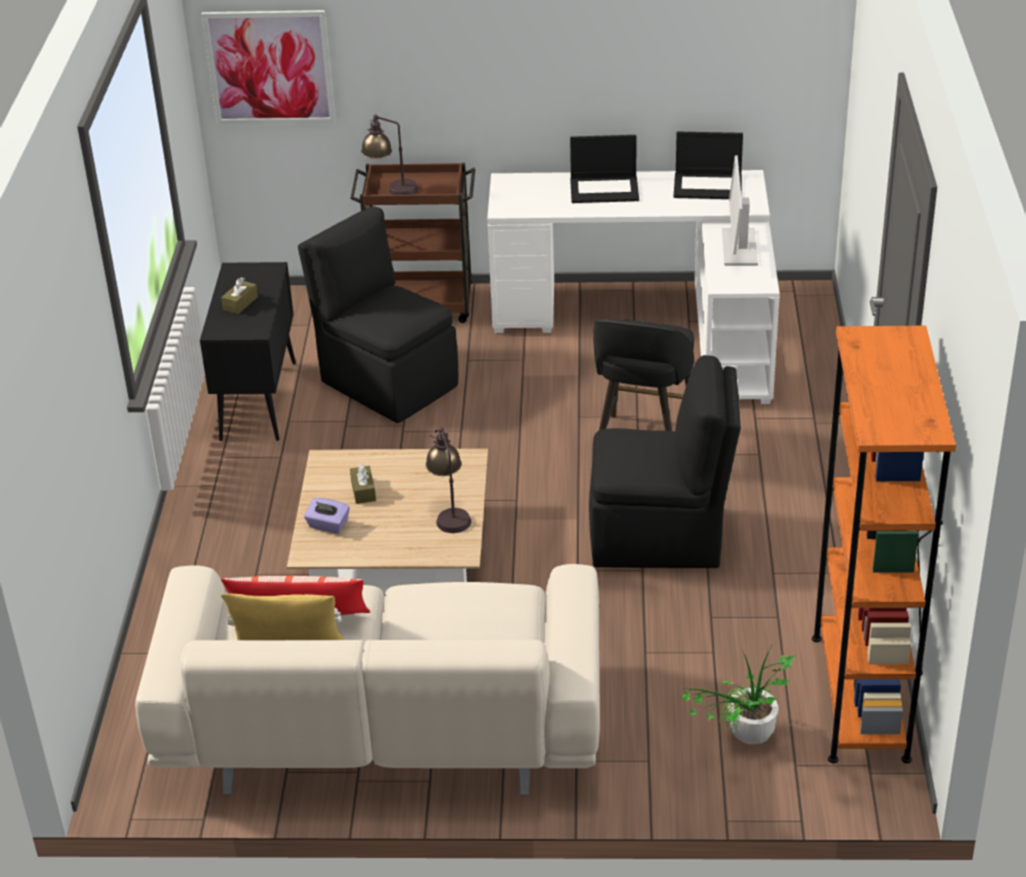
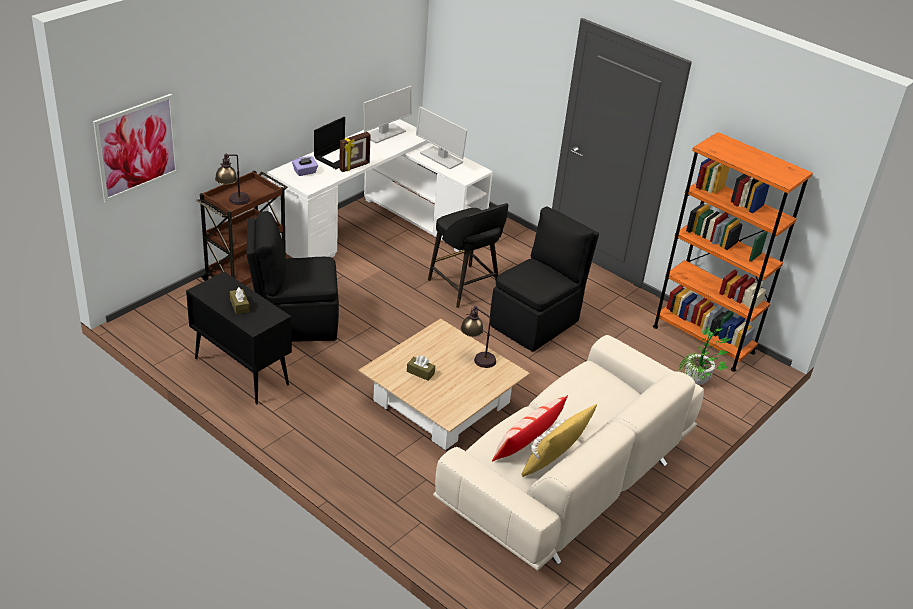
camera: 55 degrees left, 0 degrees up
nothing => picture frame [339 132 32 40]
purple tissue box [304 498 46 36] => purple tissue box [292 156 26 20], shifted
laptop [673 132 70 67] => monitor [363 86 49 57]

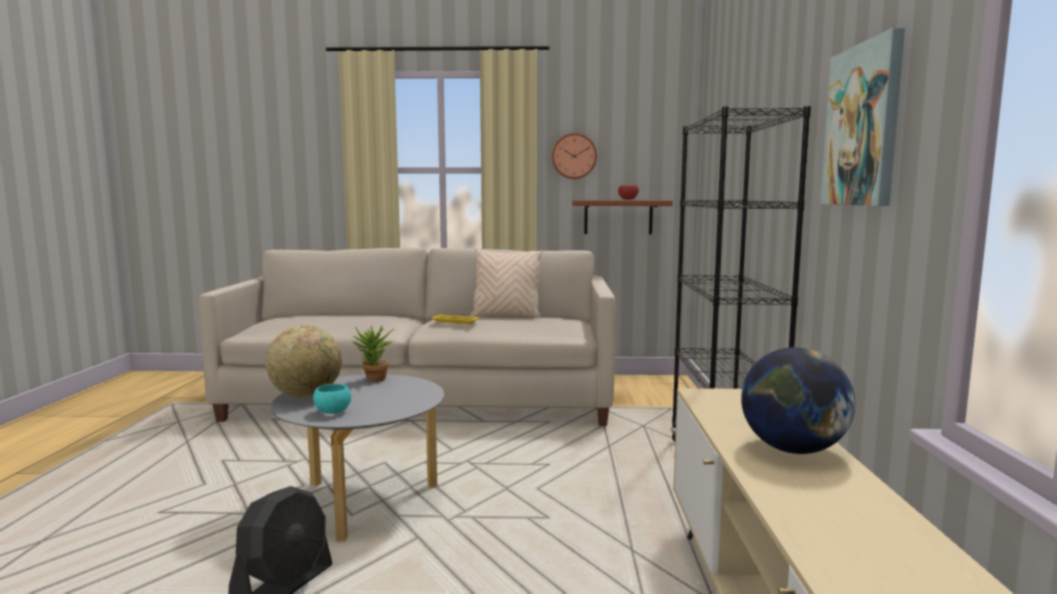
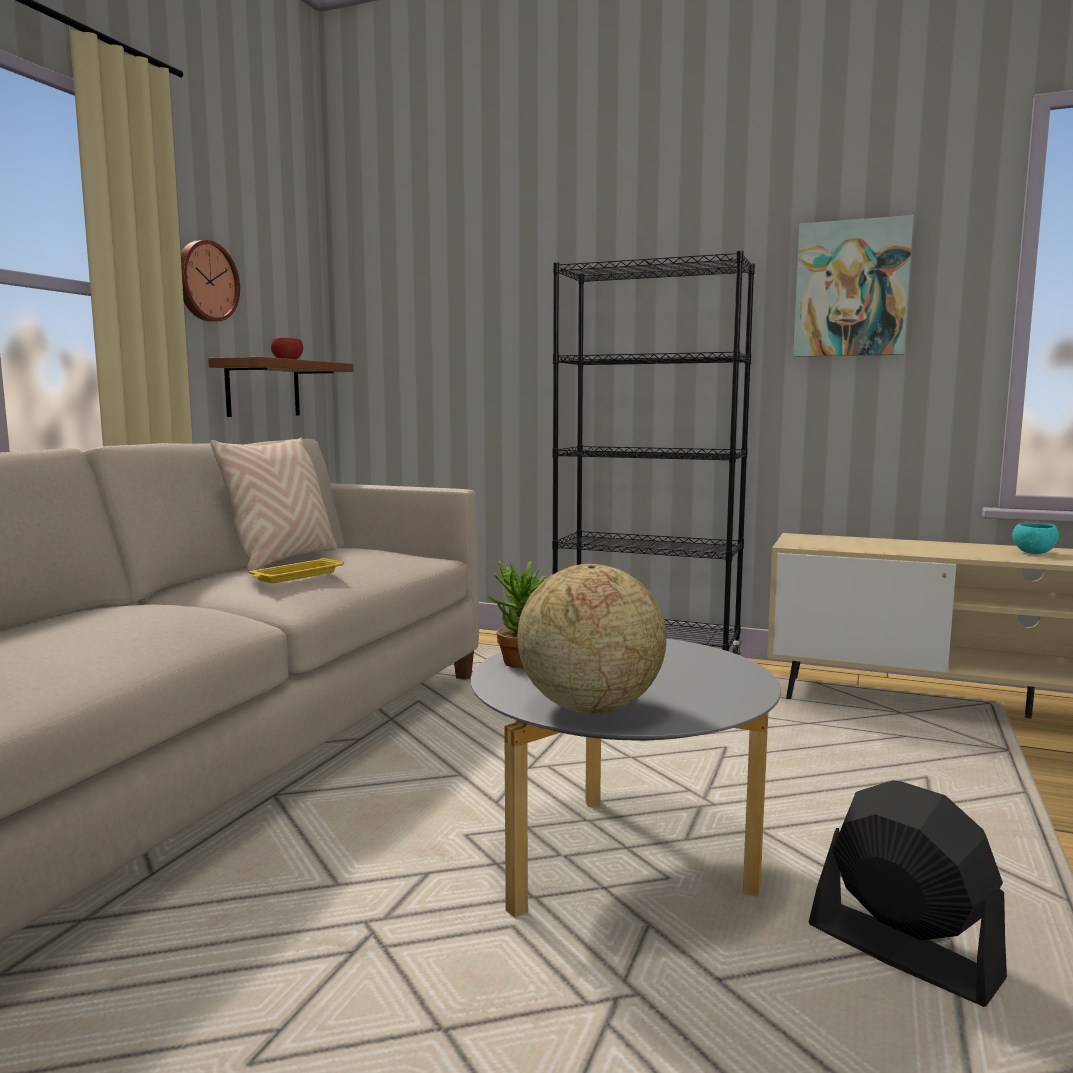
camera: 70 degrees left, 0 degrees up
globe [741 347 114 107] => nothing
turquoise bowl [313 384 38 30] => turquoise bowl [1012 523 47 31], shifted

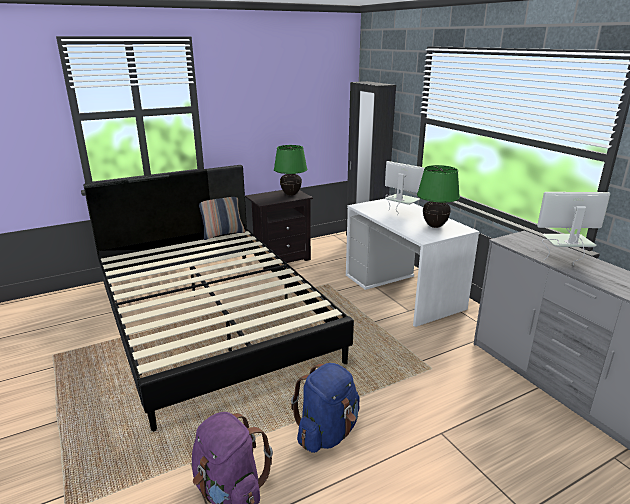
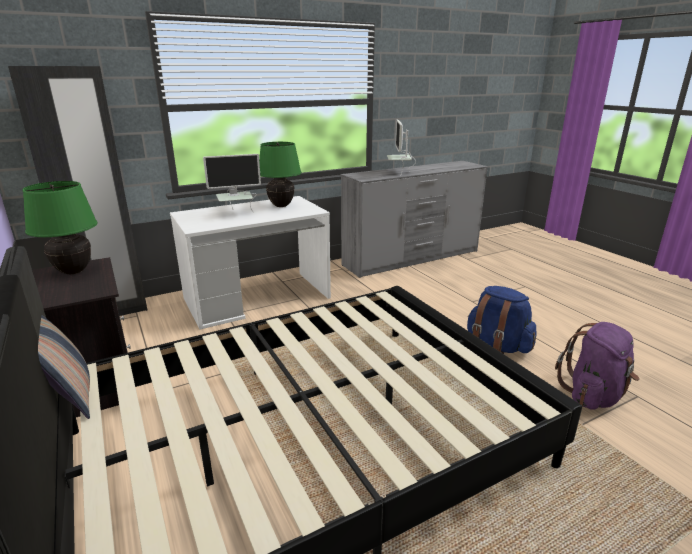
camera: 90 degrees left, 0 degrees up
monitor [385 161 39 54] => monitor [203 154 58 59], 150 degrees counterclockwise

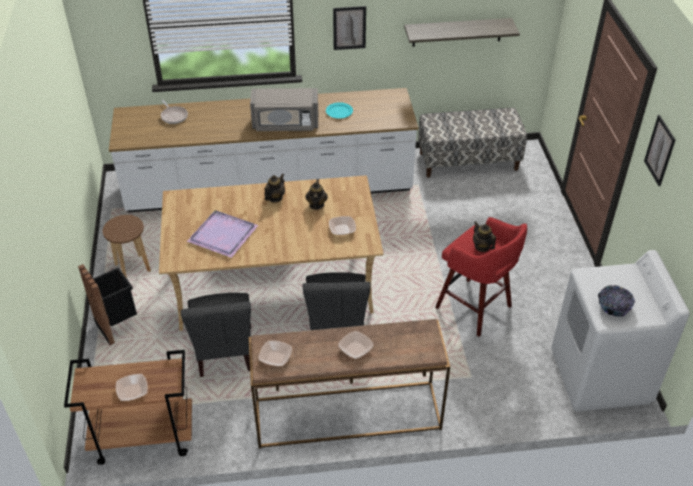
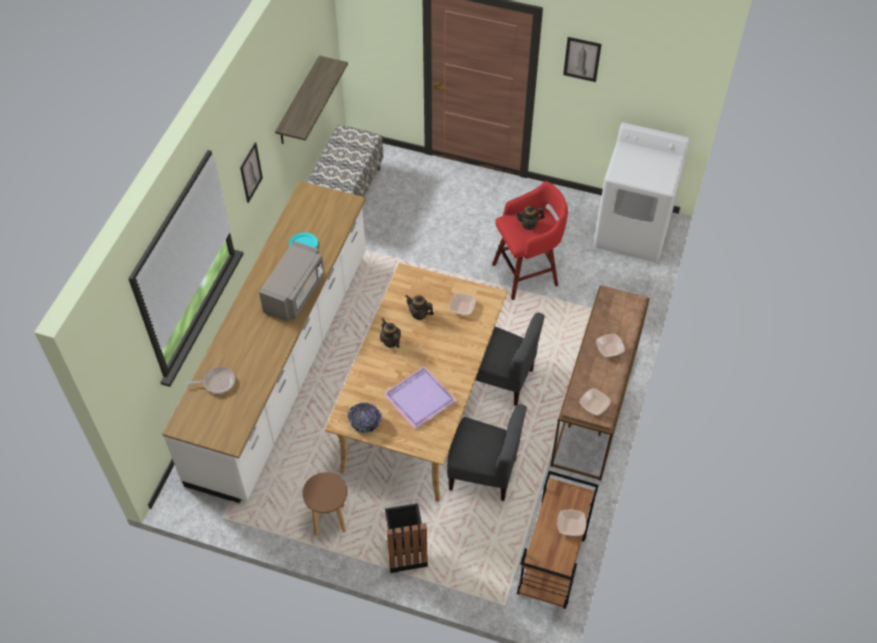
camera: 65 degrees left, 10 degrees up
bowl [598 285 37 32] => bowl [347 403 35 30], shifted

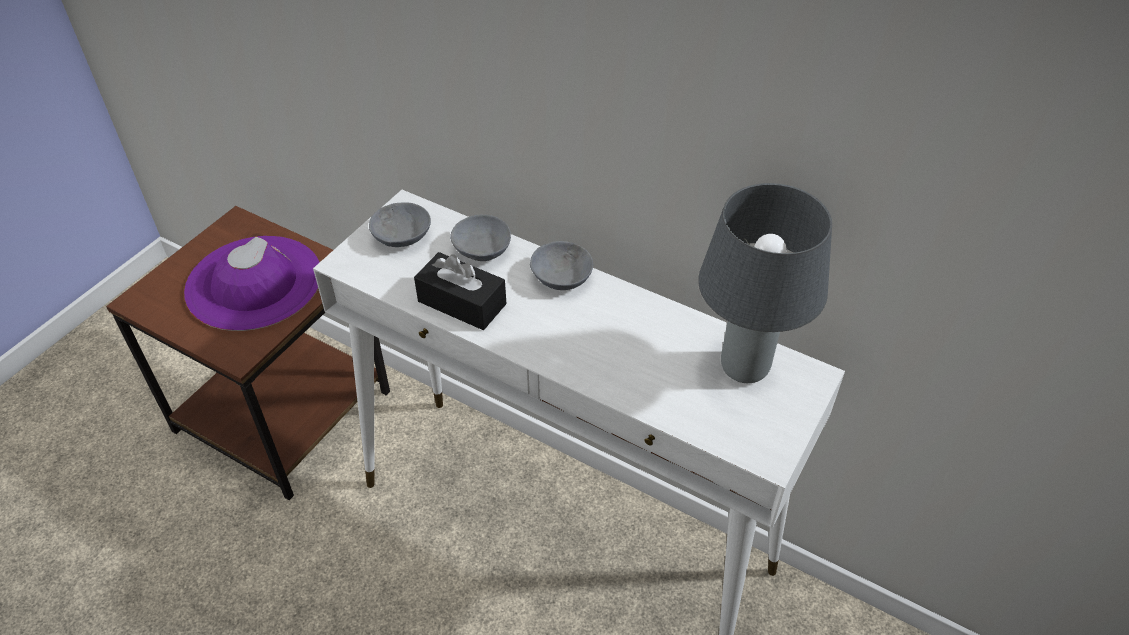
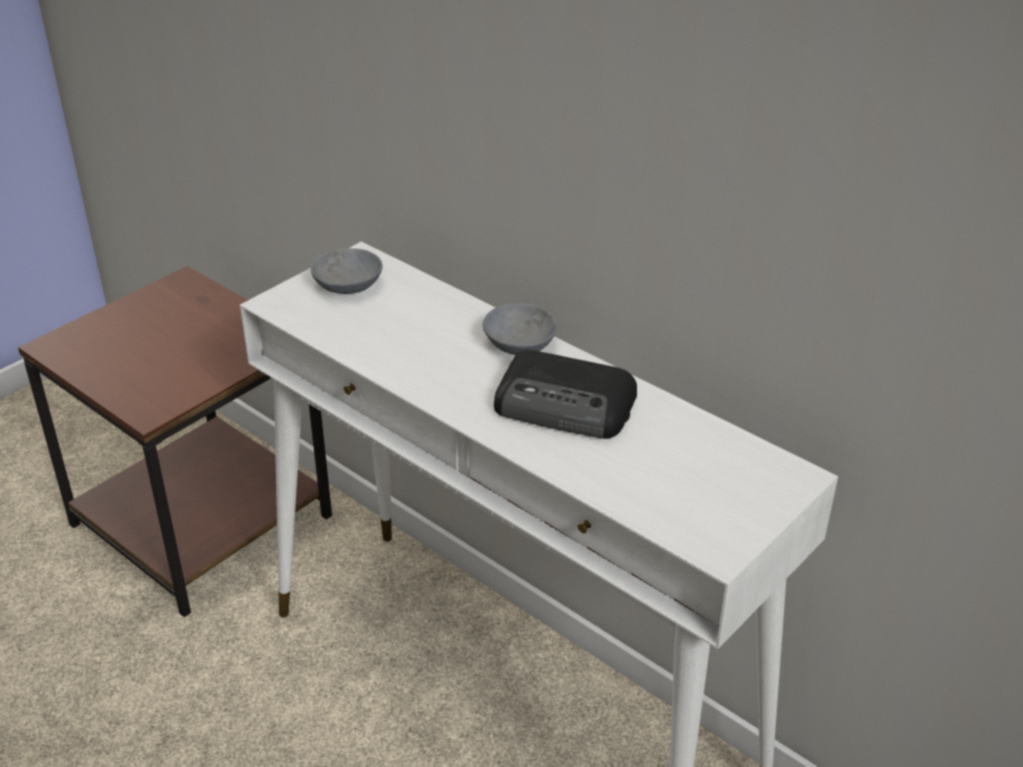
camera: 10 degrees right, 10 degrees down
purple hat [184 236 136 95] => nothing
black tissue box [414 252 92 78] => nothing
grey bowl [450 215 61 46] => nothing
grey table lamp [698 183 134 200] => nothing
nothing => radio [494 350 143 89]

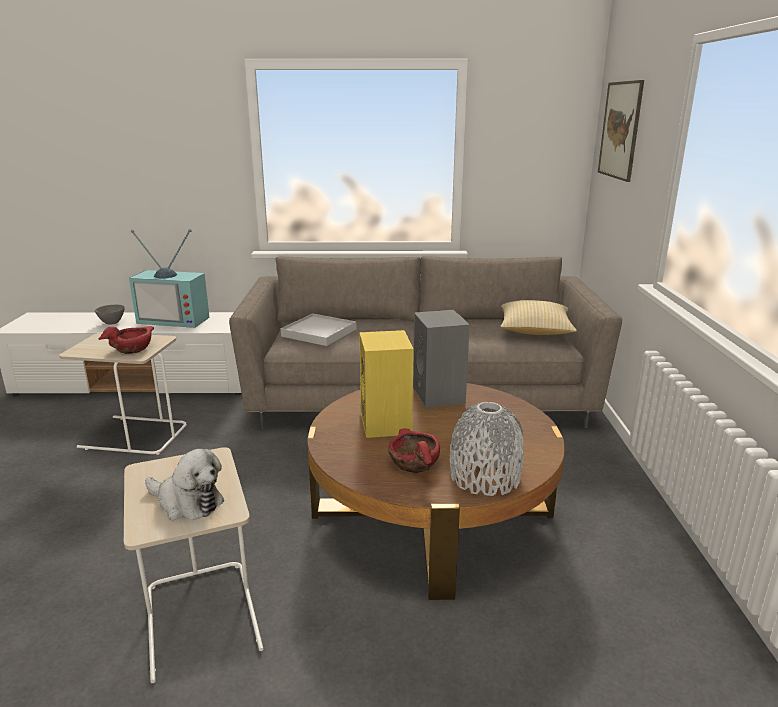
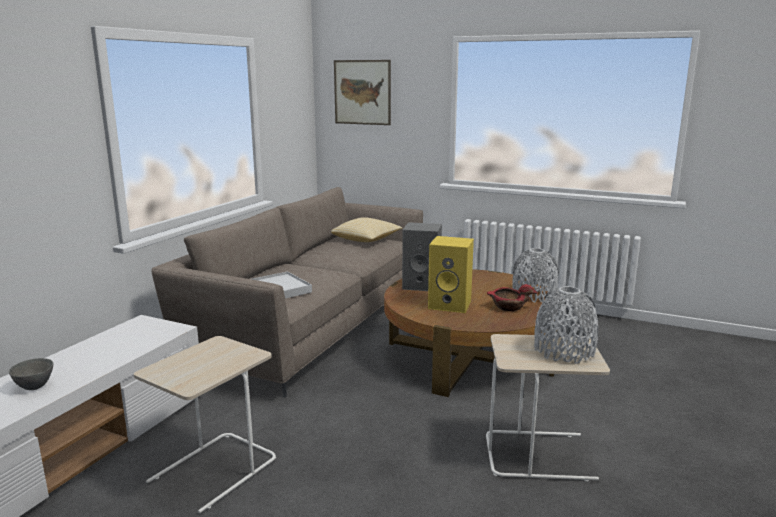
camera: 65 degrees left, 5 degrees down
red bowl [98 326 56 28] => nothing
television [129 229 81 99] => nothing
plush toy [145 449 79 71] => grey vase [534 286 64 78]

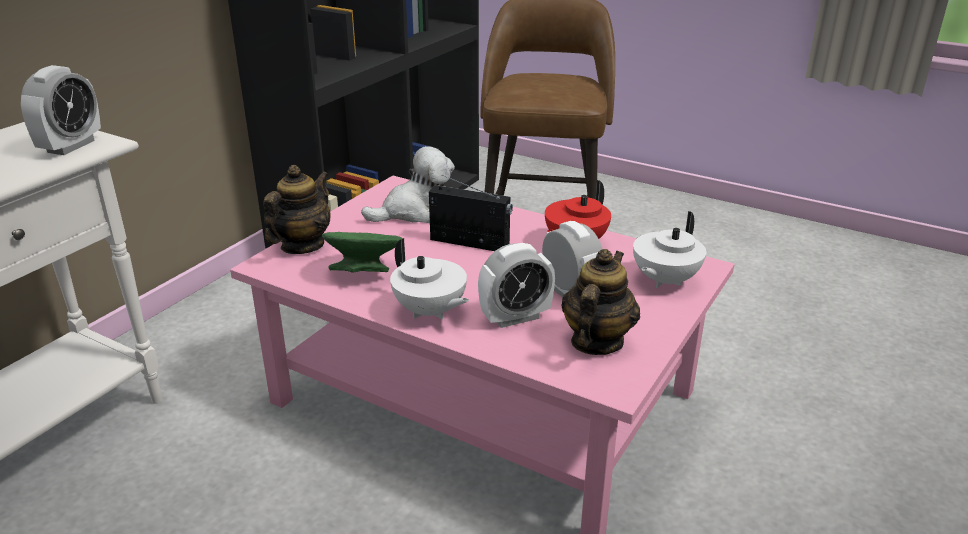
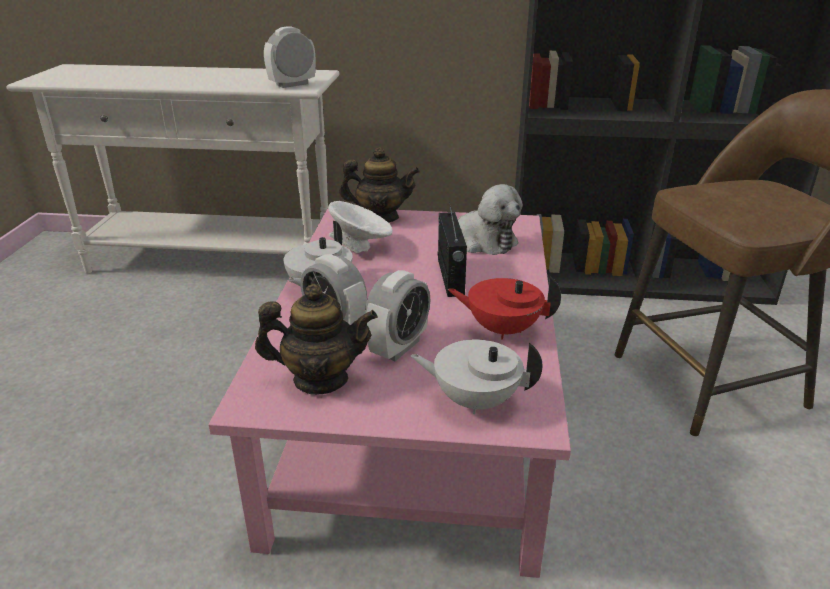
camera: 65 degrees right, 0 degrees up
green bowl [322 232 81 40] => white bowl [328 201 65 52]
alarm clock [21 65 80 90] => alarm clock [264 26 52 62], 150 degrees clockwise

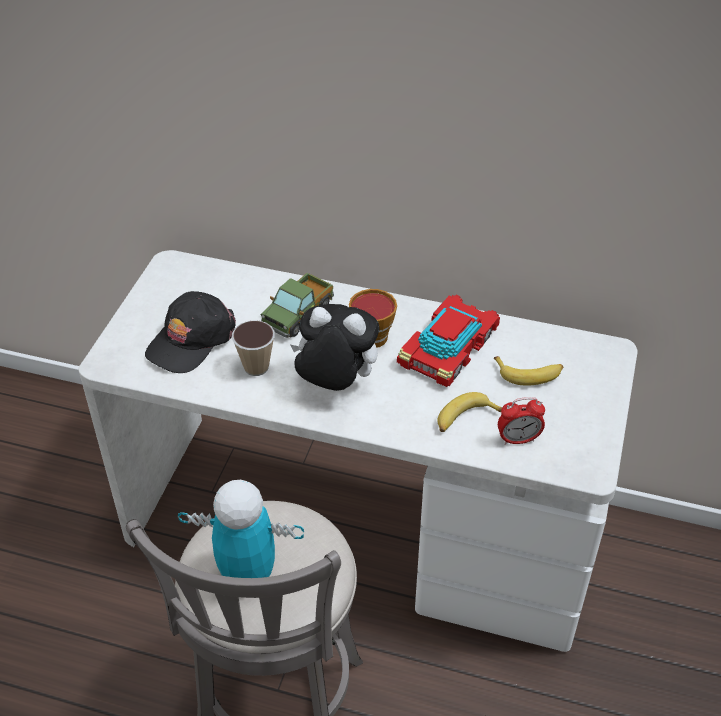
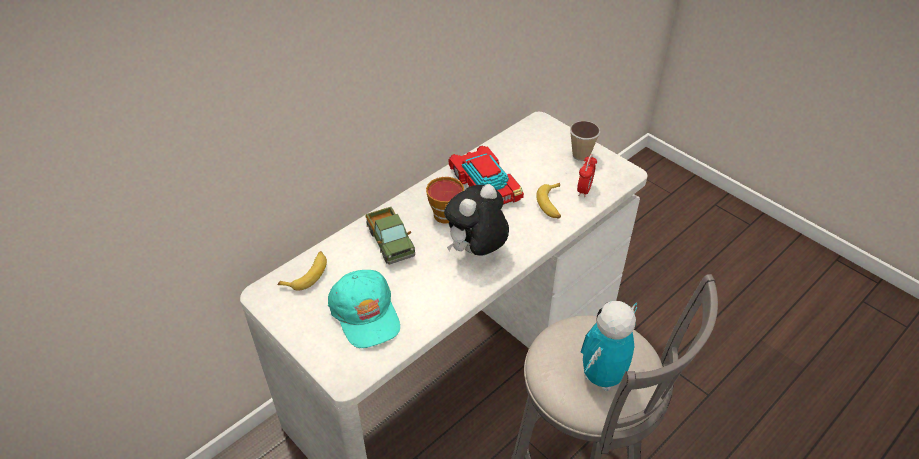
camera: 60 degrees left, 0 degrees up
cup [232 320 43 56] => cup [570 121 30 40], shifted
banana [494 356 69 30] => banana [278 251 49 39], shifted
black cap [145 291 91 82] => turquoise cap [328 270 72 78]

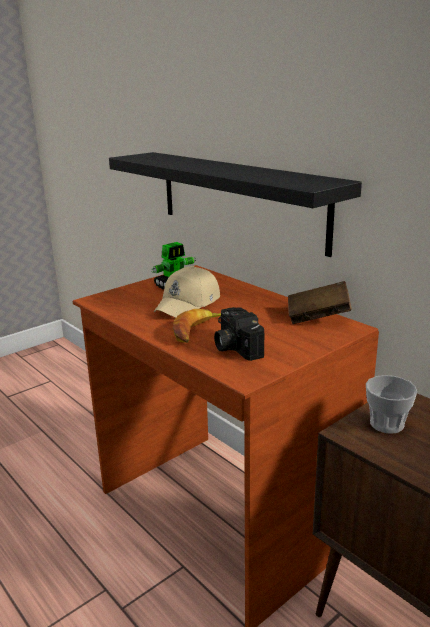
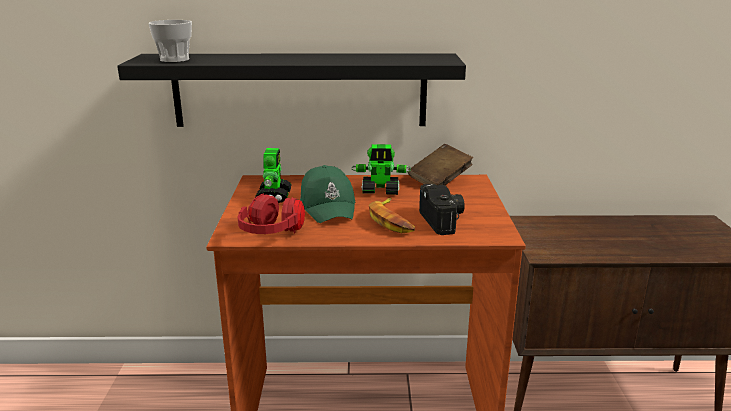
camera: 50 degrees left, 0 degrees up
nothing => red headphones [238 194 67 40]
nothing => toy robot [352 144 59 51]
cup [366 375 51 59] => cup [148 20 44 42], shifted
beige cap [154 266 66 52] => green cap [300 165 55 58]
photo camera [214 307 50 54] => photo camera [419 184 46 51], 120 degrees counterclockwise

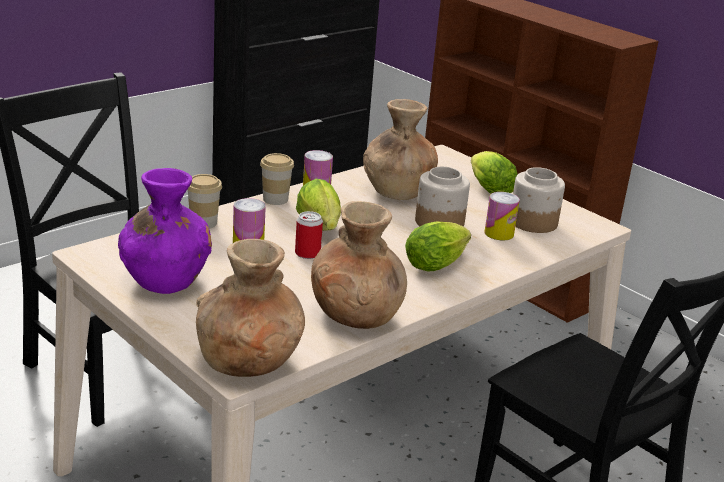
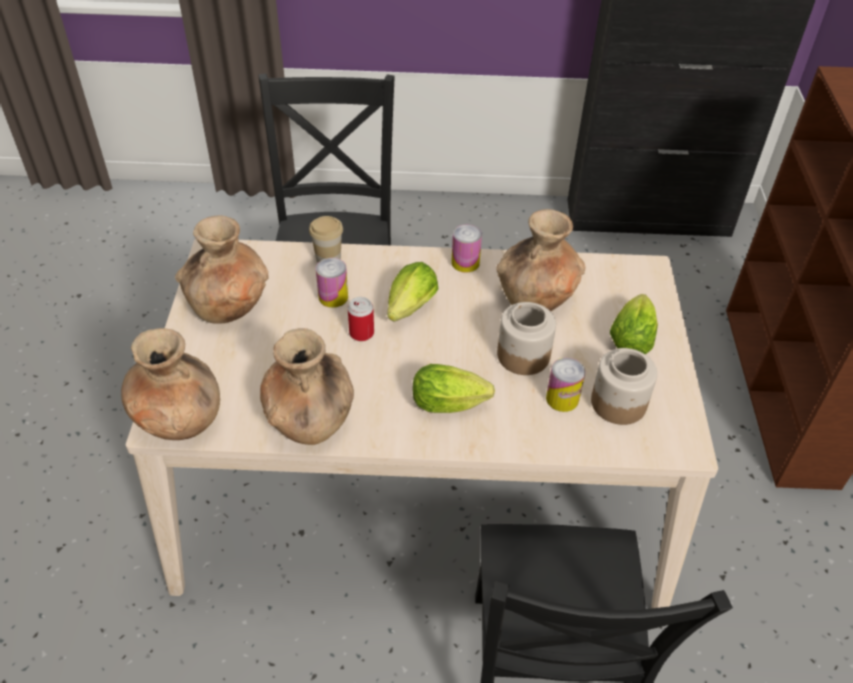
camera: 45 degrees right, 20 degrees up
cup [260 153 34 52] => nothing
purple vase [118 168 94 126] => brown vase [175 215 94 109]

